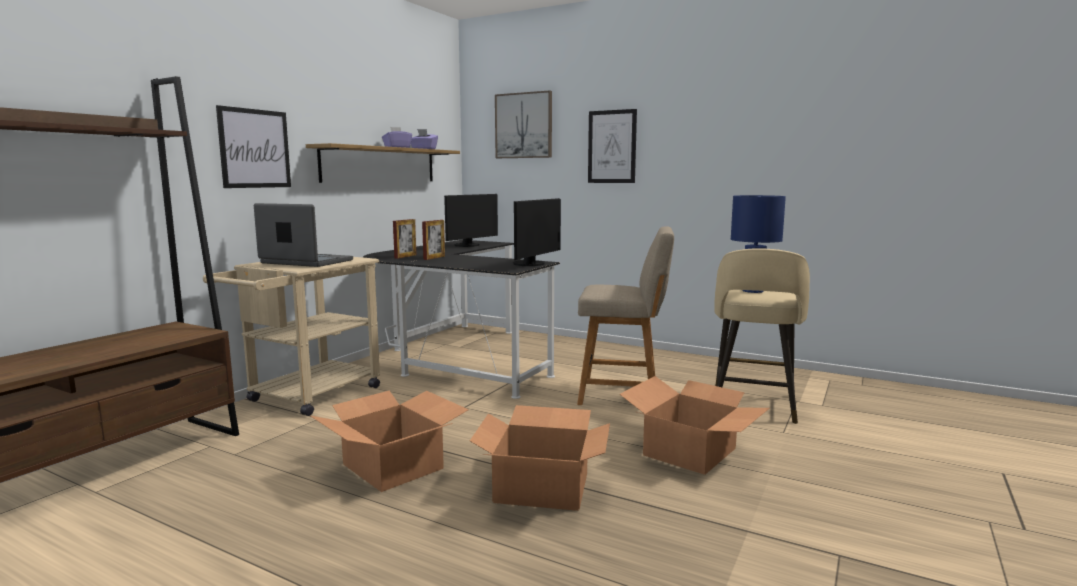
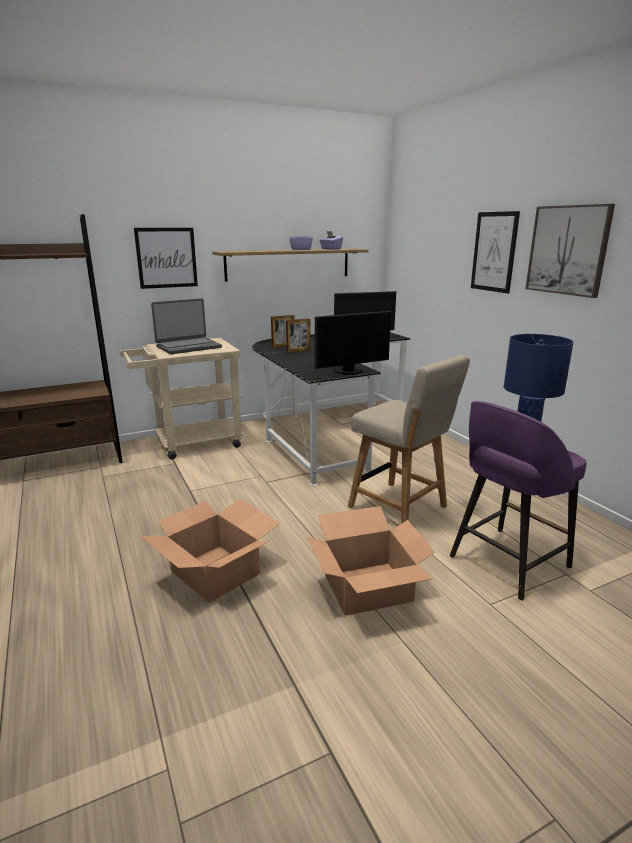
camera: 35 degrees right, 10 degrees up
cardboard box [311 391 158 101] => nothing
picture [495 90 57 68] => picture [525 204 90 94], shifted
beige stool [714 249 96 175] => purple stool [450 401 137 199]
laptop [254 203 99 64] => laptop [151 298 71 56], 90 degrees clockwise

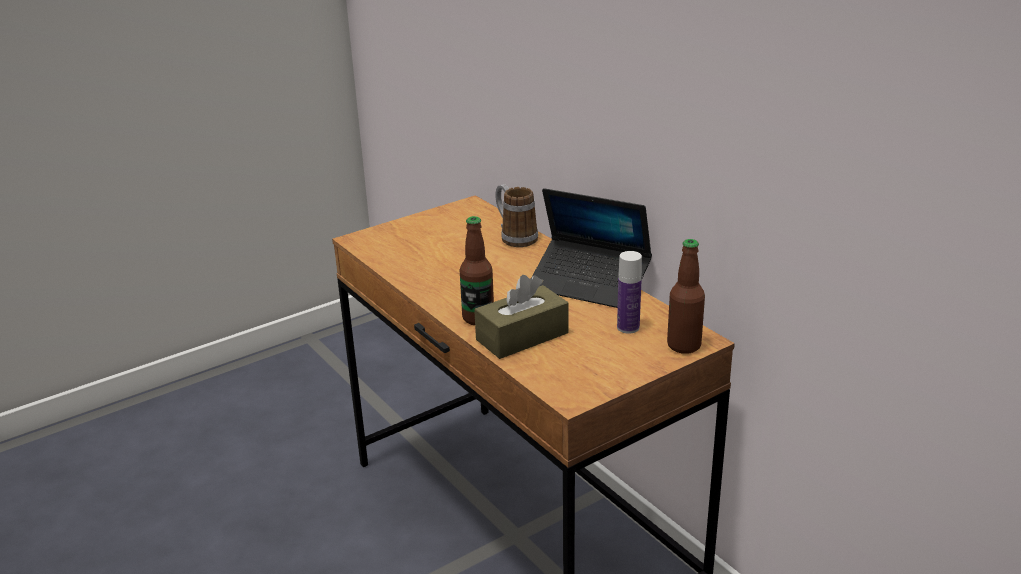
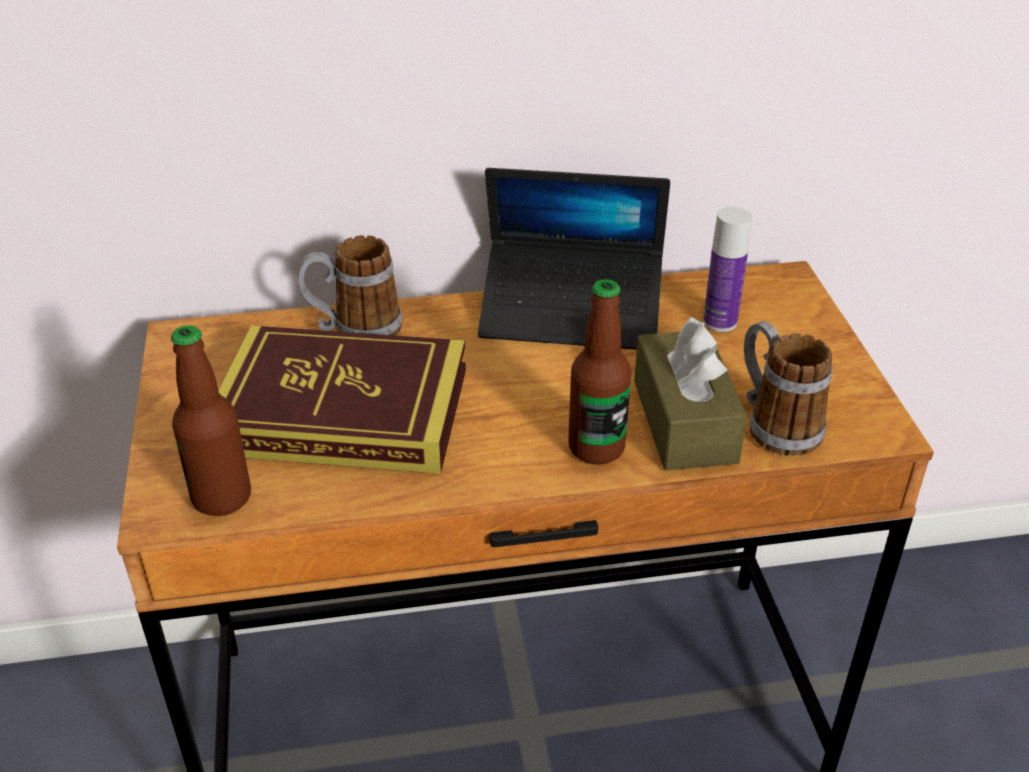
camera: 65 degrees left, 10 degrees up
nothing => book [218 326 248 148]
nothing => mug [744 321 88 135]
bottle [667 239 38 115] => bottle [171 325 80 191], shifted
laptop [531 188 121 120] => laptop [478 168 192 182], 45 degrees clockwise

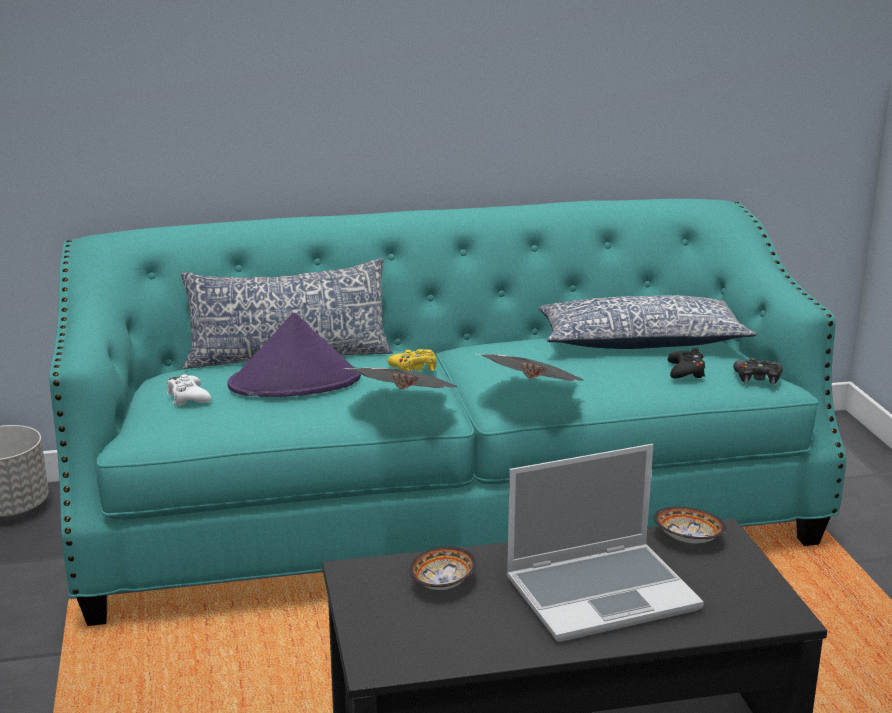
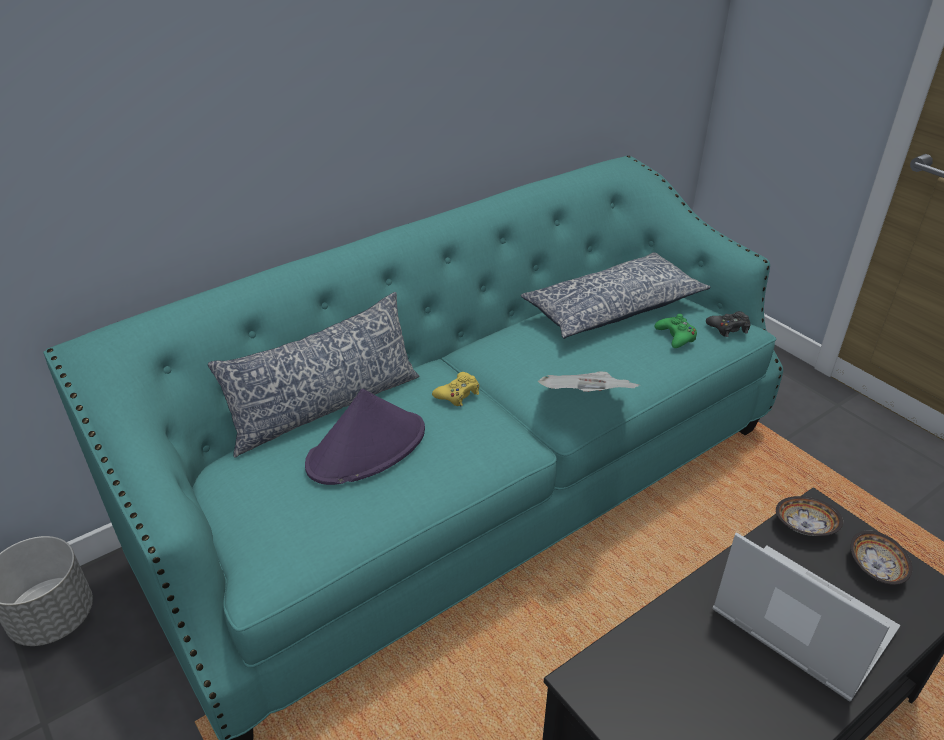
camera: 25 degrees left, 15 degrees up
white game controller [167 374 44 32] => nothing
newspaper [344 367 113 22] => nothing
bowl [410 546 66 44] => bowl [851 530 61 55], shifted
black game controller [668 347 37 31] => green game controller [654 314 43 34]
laptop [506 444 198 198] => laptop [713 532 188 169], 90 degrees counterclockwise

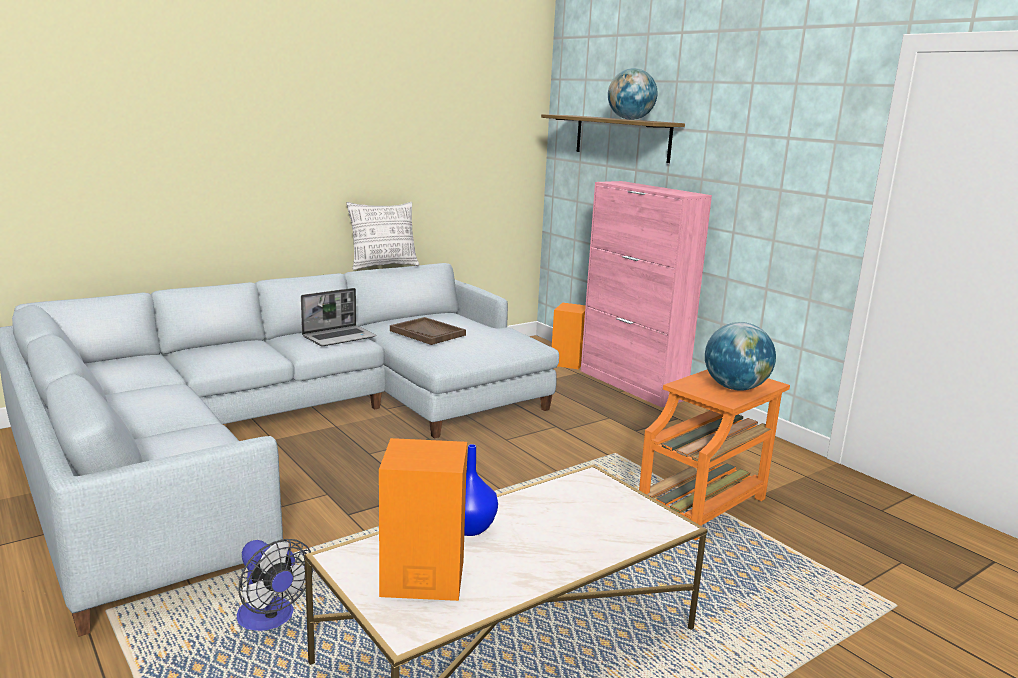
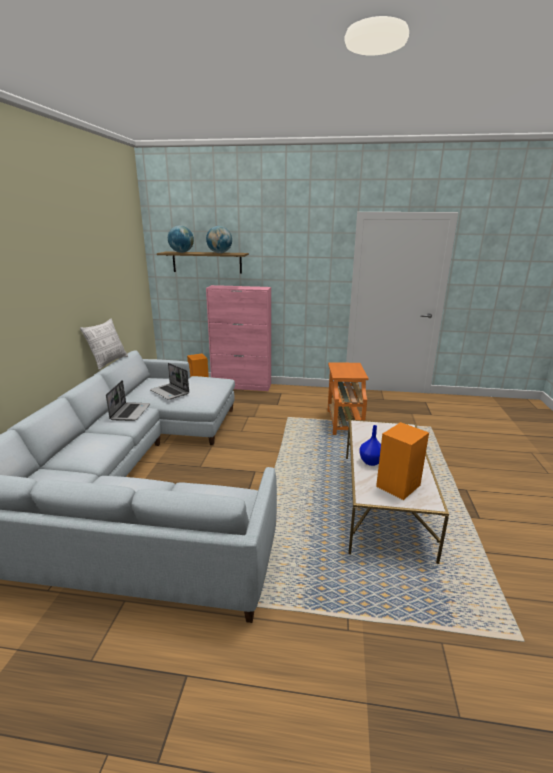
camera: 45 degrees left, 5 degrees up
fan [236 539 78 92] => nothing
globe [705 322 71 69] => globe [168 225 26 28], shifted
brown tray [390 317 76 28] => laptop [150 363 39 37]

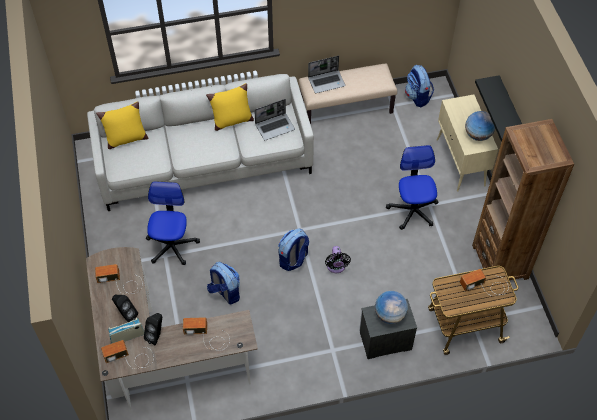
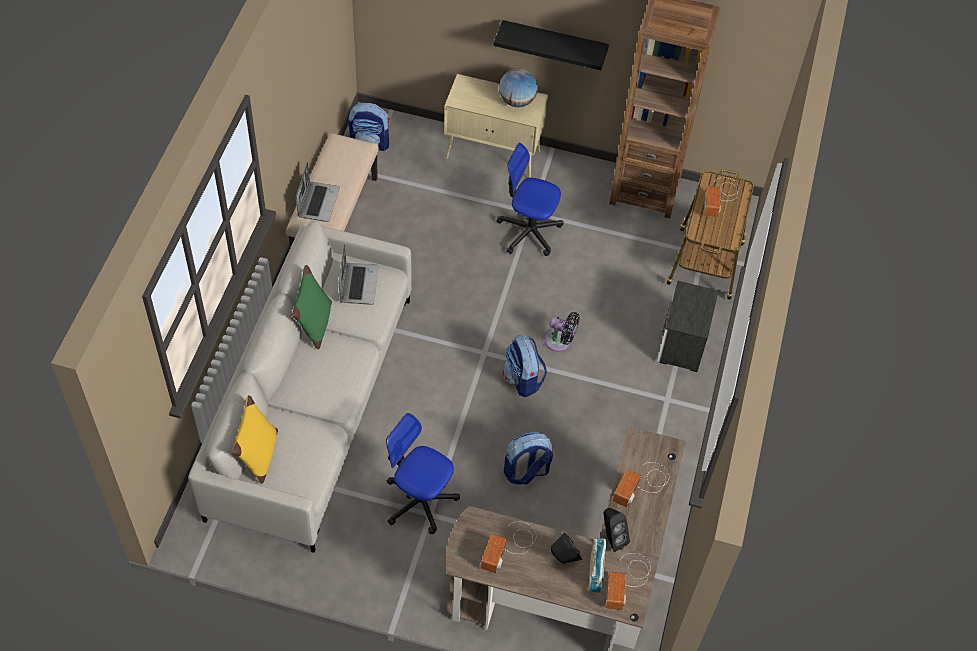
camera: 65 degrees left, 0 degrees up
globe [375 291 33 33] => nothing
yellow pillow [206 83 48 48] => green pillow [292 265 40 84]

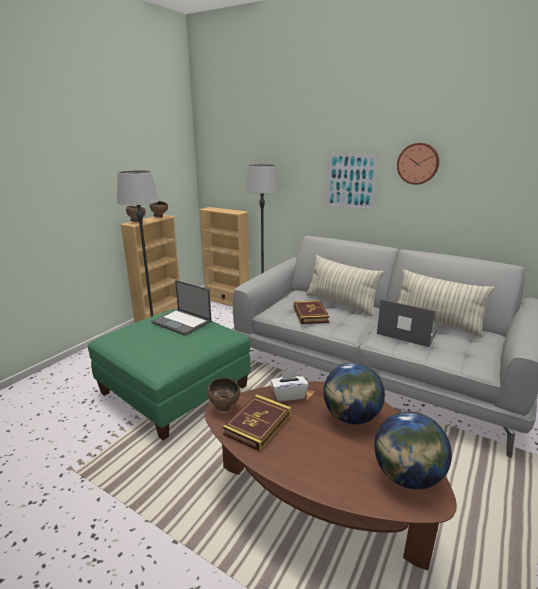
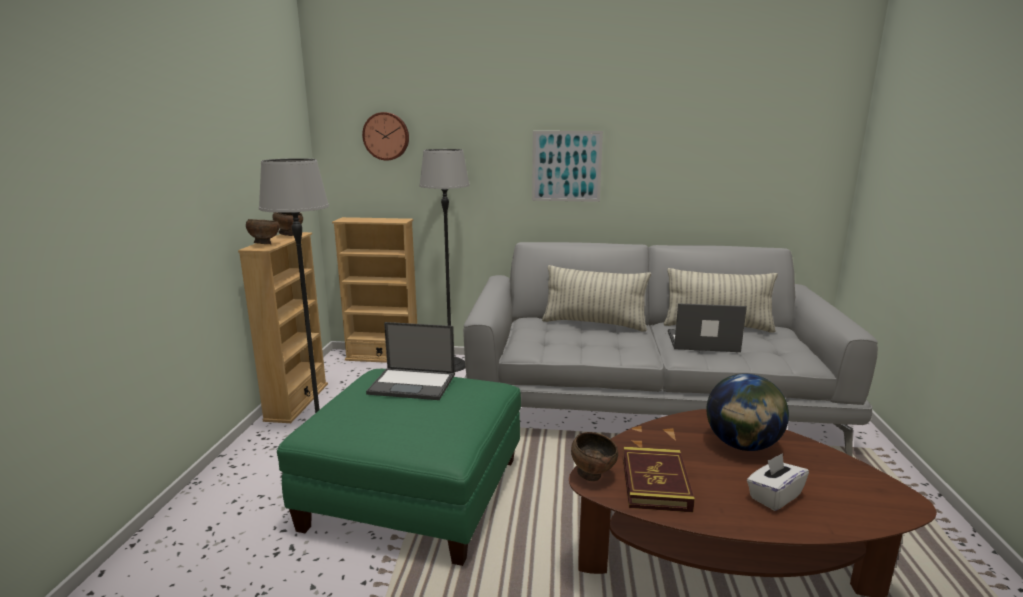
camera: 25 degrees left, 5 degrees down
book [294 300 35 24] => nothing
globe [374 411 78 79] => nothing
white tissue box [271 370 38 31] => white tissue box [747 453 62 58], shifted
wall clock [397 143 42 42] => wall clock [362 112 47 49], shifted

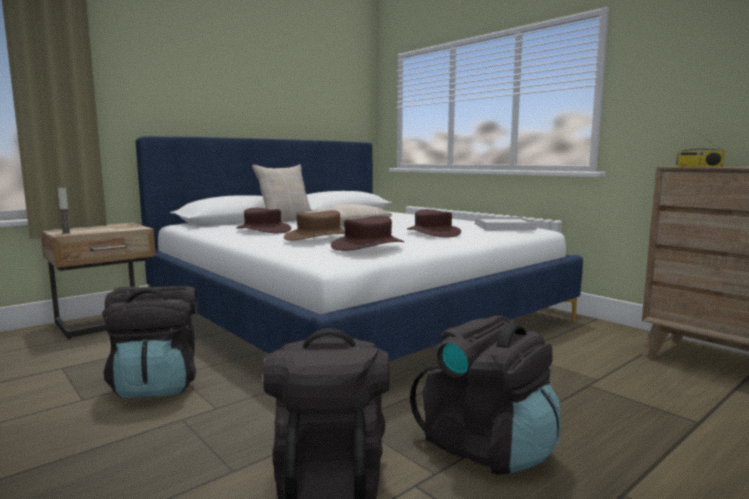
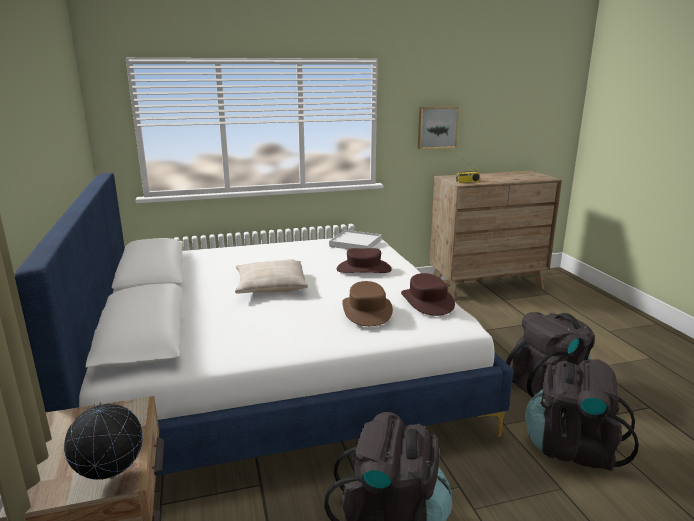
camera: 65 degrees left, 10 degrees up
brown hat [236 208 55 25] => nothing
beige pillow [252 164 60 58] => nothing
nothing => picture [418 106 41 43]
candle [57 186 14 48] => globe [64 402 79 78]

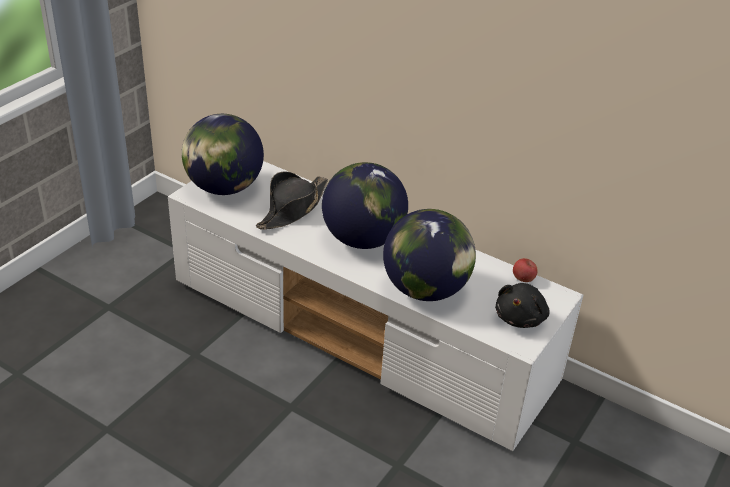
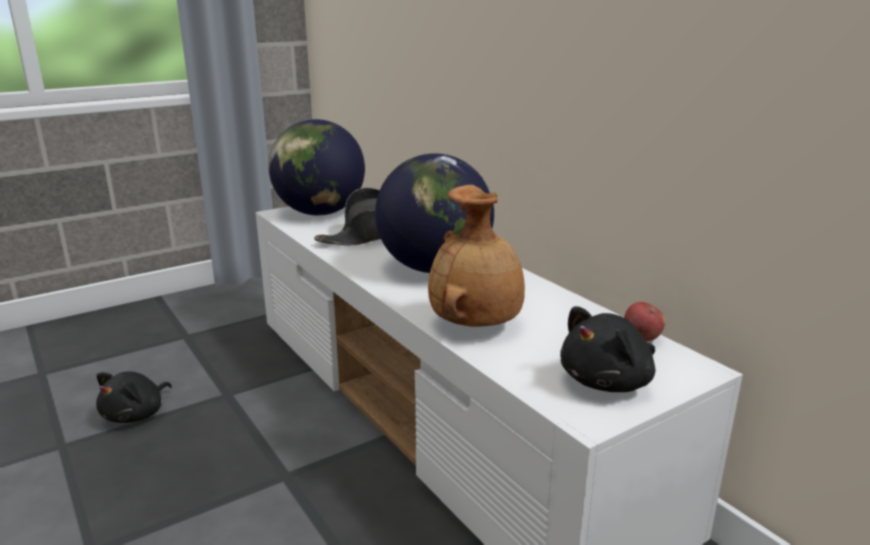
camera: 25 degrees right, 15 degrees down
nothing => black plush toy [96 371 76 52]
globe [383 209 93 92] => brown vase [428 185 97 142]

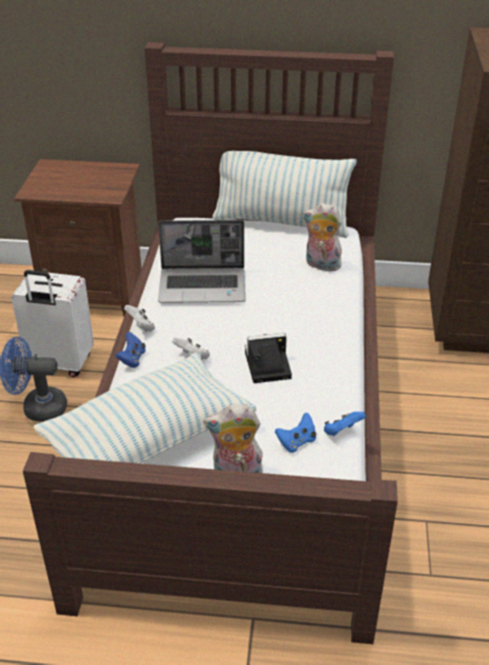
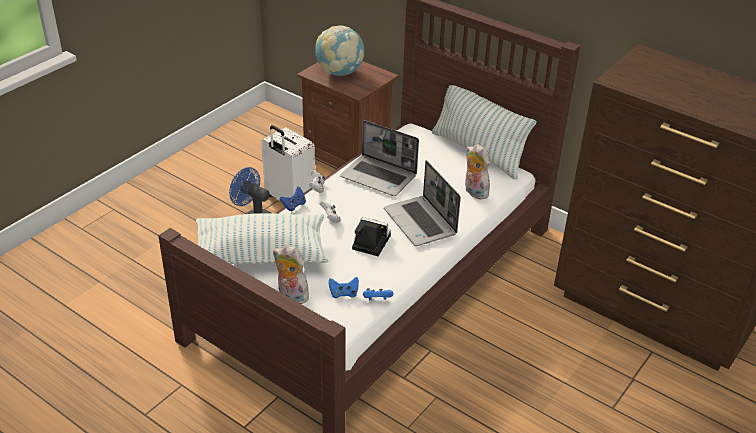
camera: 30 degrees right, 0 degrees up
nothing => globe [316 26 48 50]
nothing => laptop [384 160 77 86]

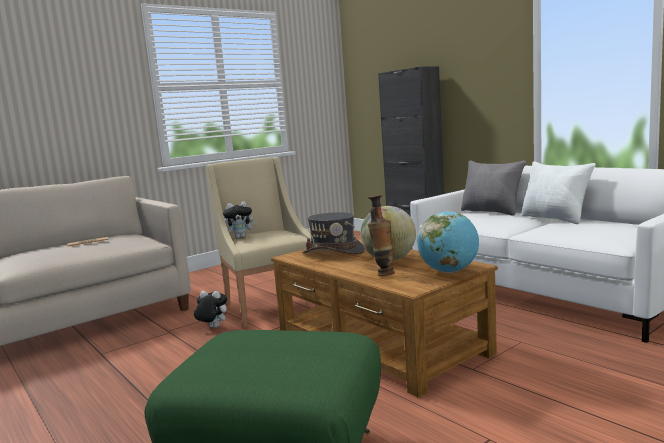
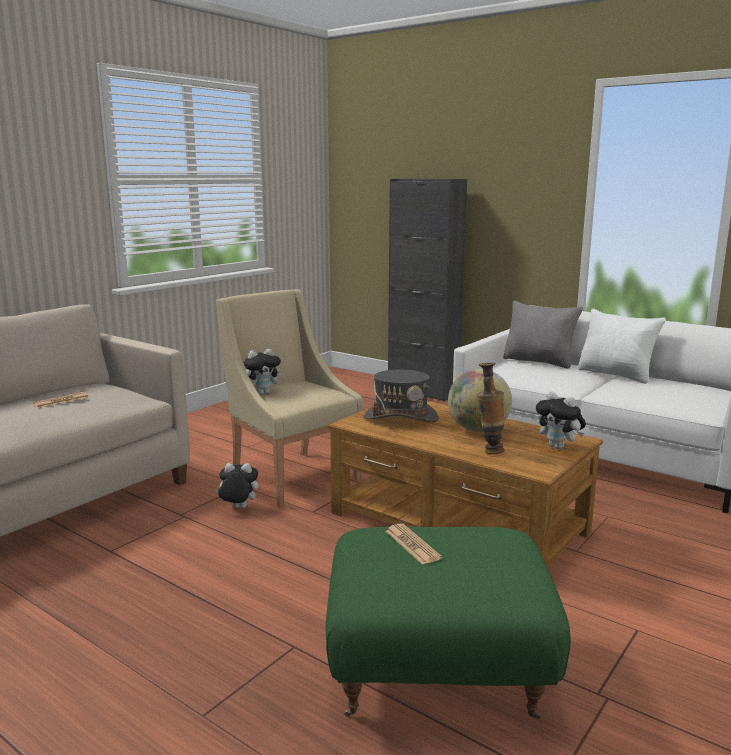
camera: 15 degrees left, 5 degrees up
nothing => newspaper [386 524 56 41]
globe [417 211 62 62] => plush toy [536 392 50 57]

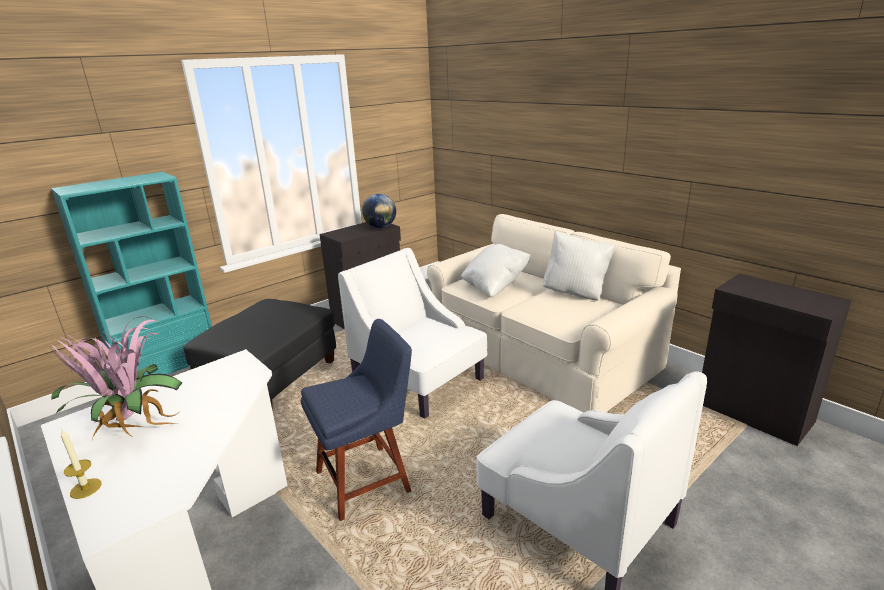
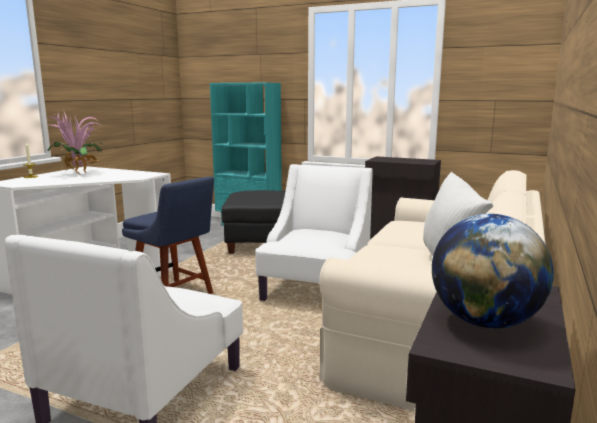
camera: 65 degrees right, 10 degrees down
white pillow [461 244 70 53] => nothing
globe [362 194 34 34] => globe [432 214 122 114], shifted

